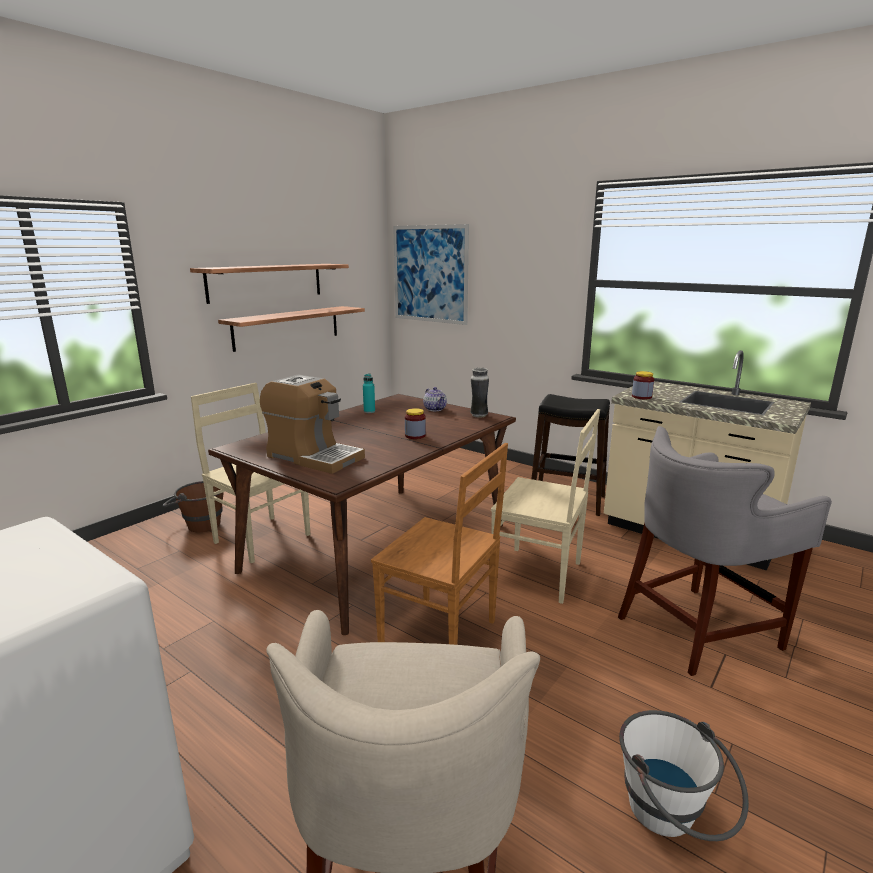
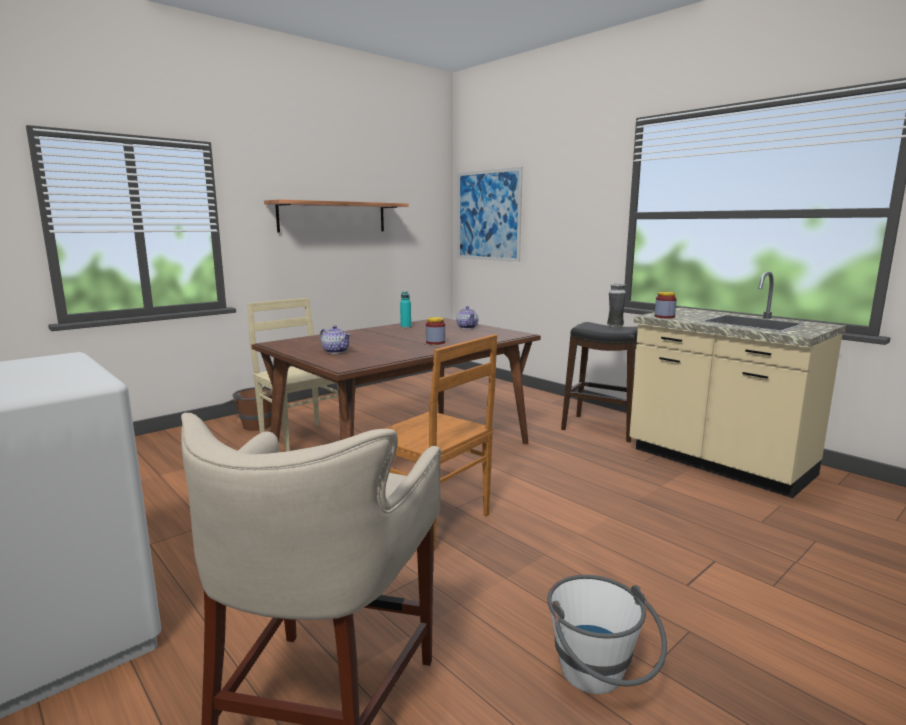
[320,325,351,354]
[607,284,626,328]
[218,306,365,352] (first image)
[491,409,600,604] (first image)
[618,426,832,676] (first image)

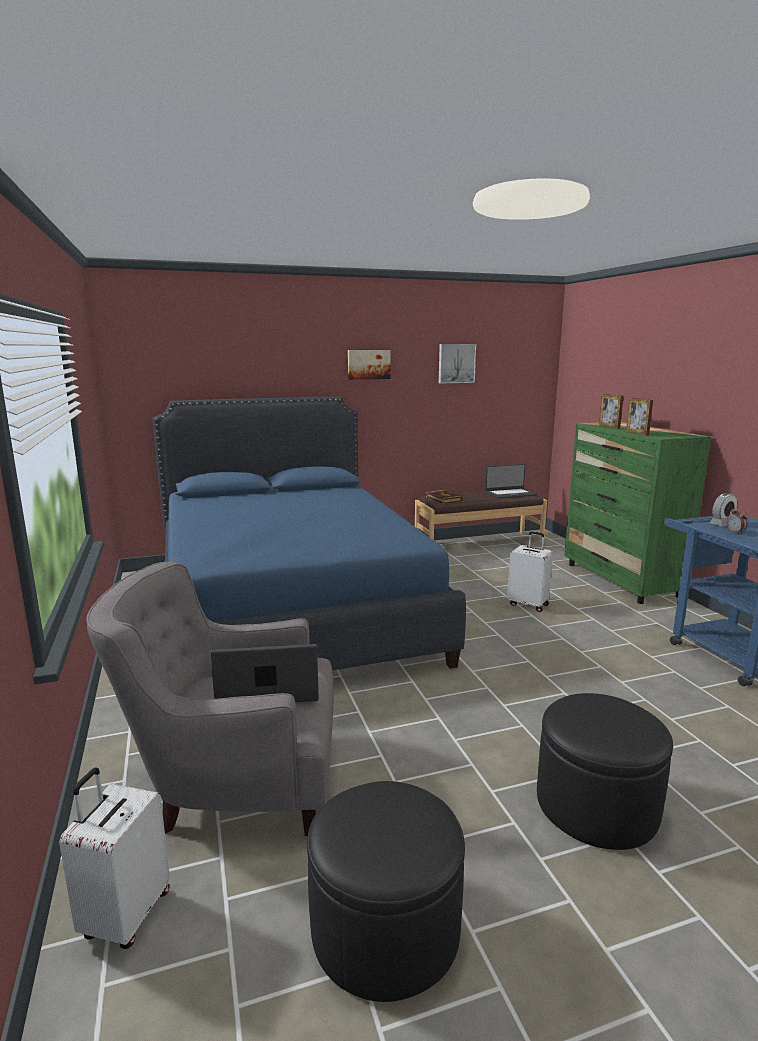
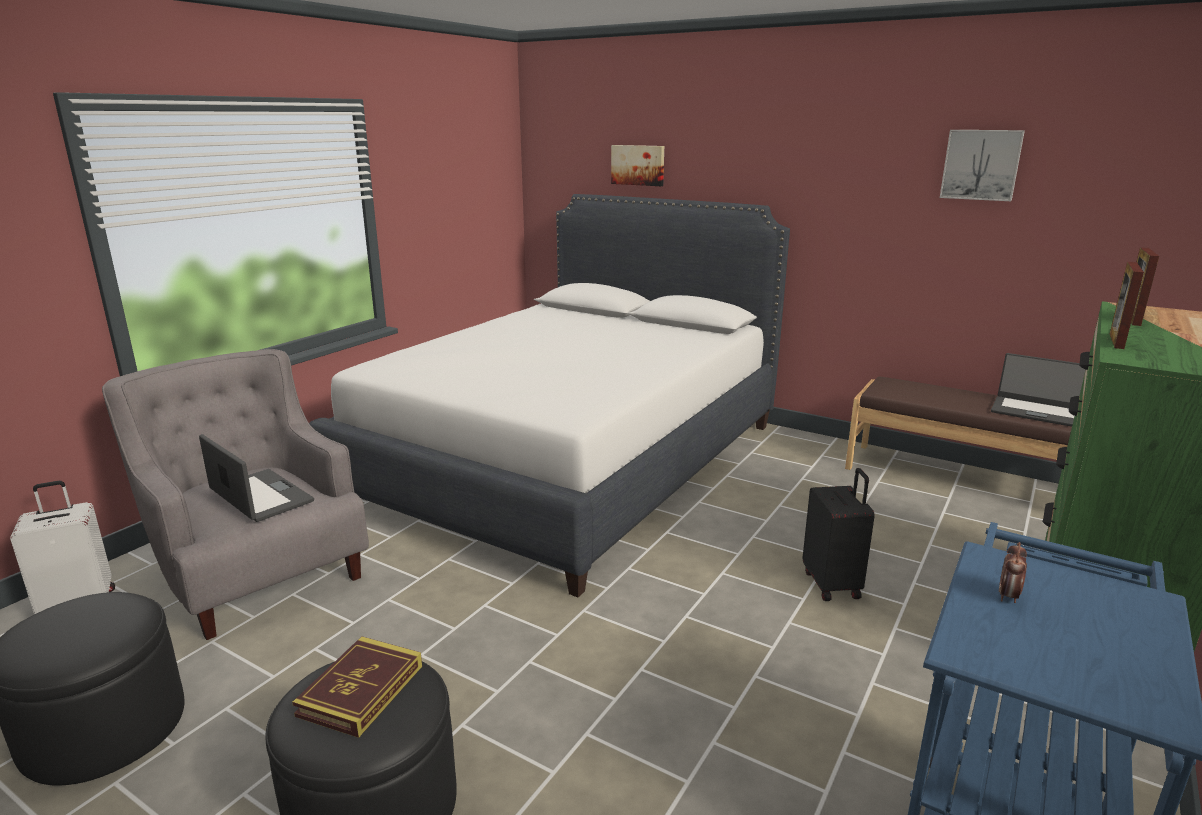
[292,636,422,738]
[309,194,790,597]
[611,145,664,186]
[803,468,875,601]
[710,493,737,526] (first image)

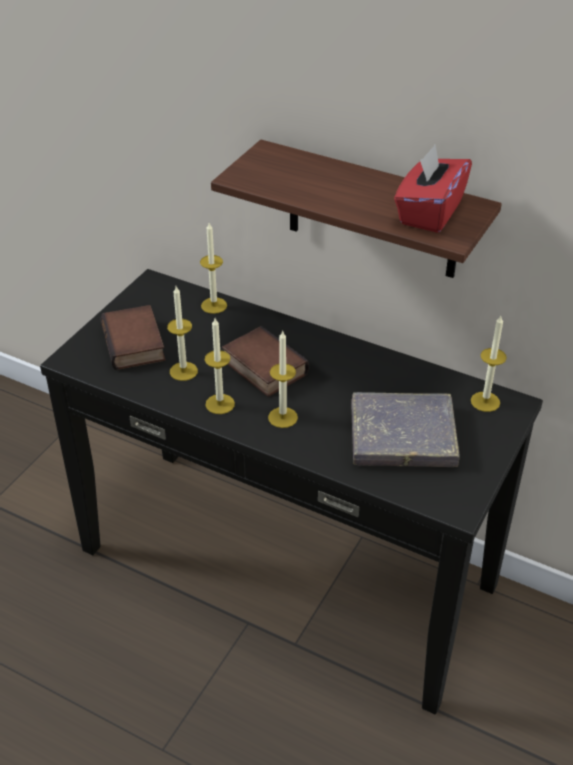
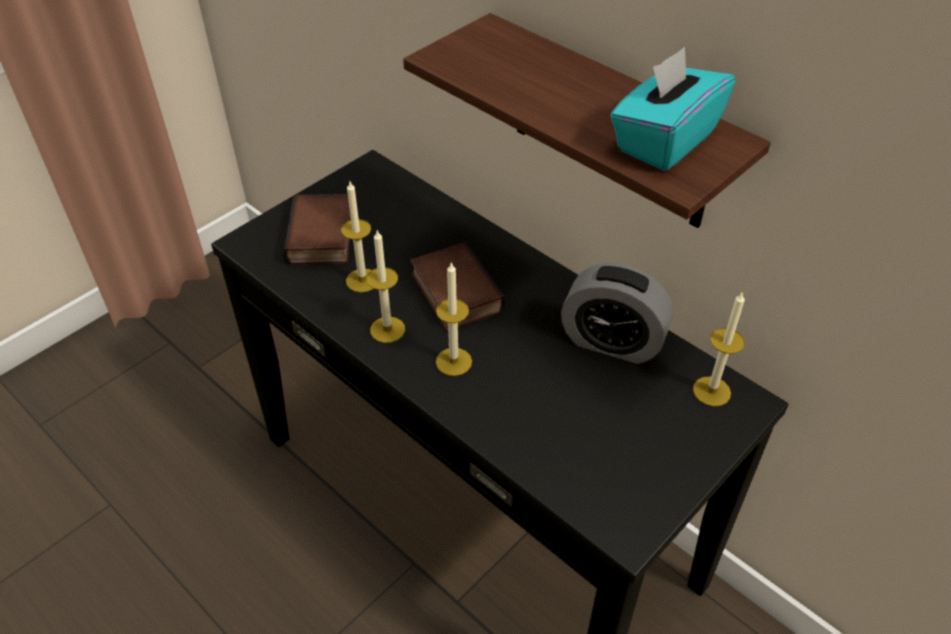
[561,263,673,364]
[610,47,735,171]
[200,223,227,314] (first image)
[351,392,460,467] (first image)

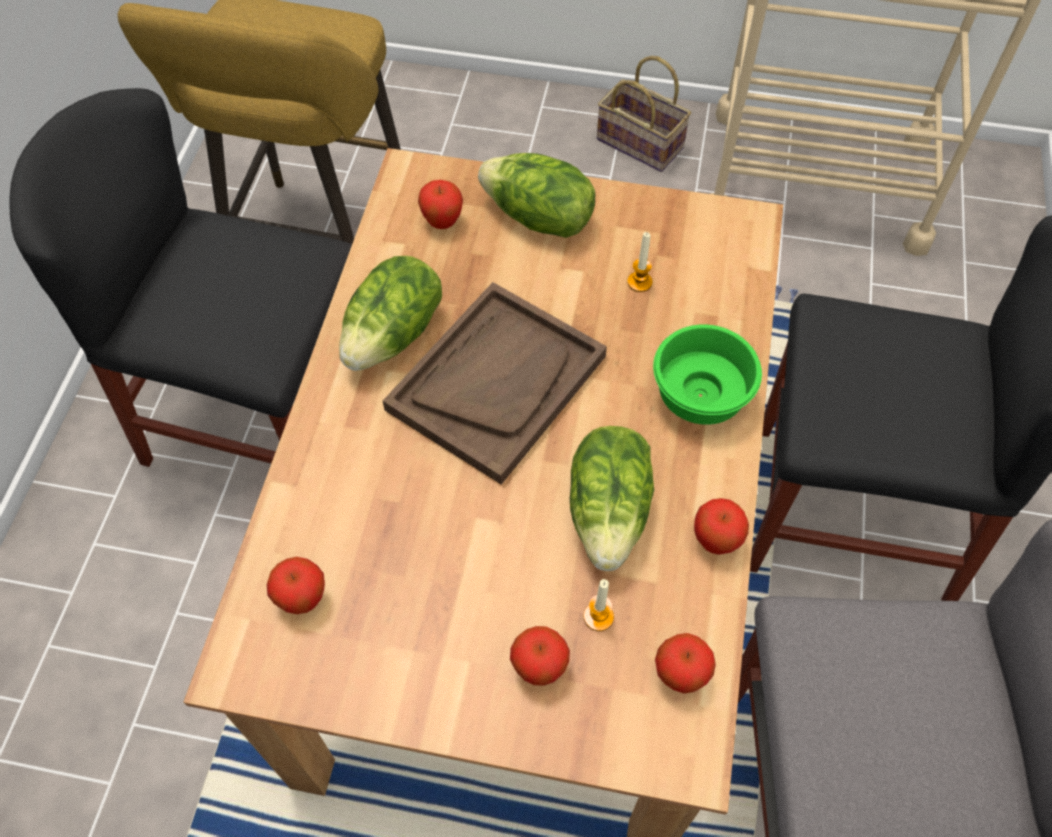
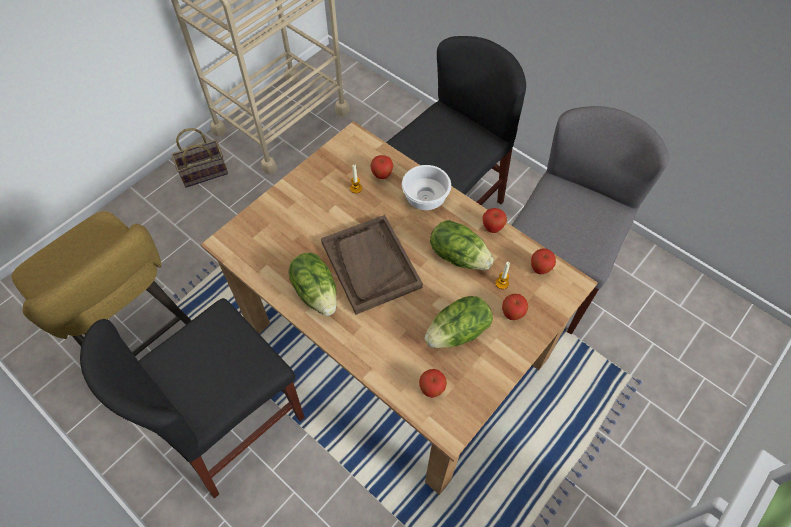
[371,155,393,179]
[402,165,451,210]
[424,296,493,348]

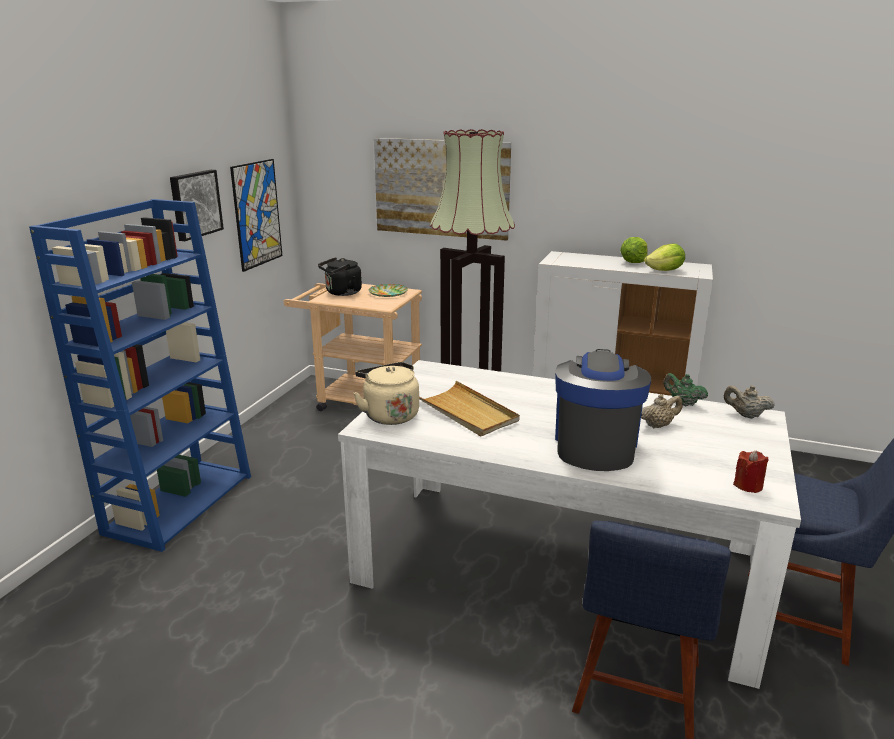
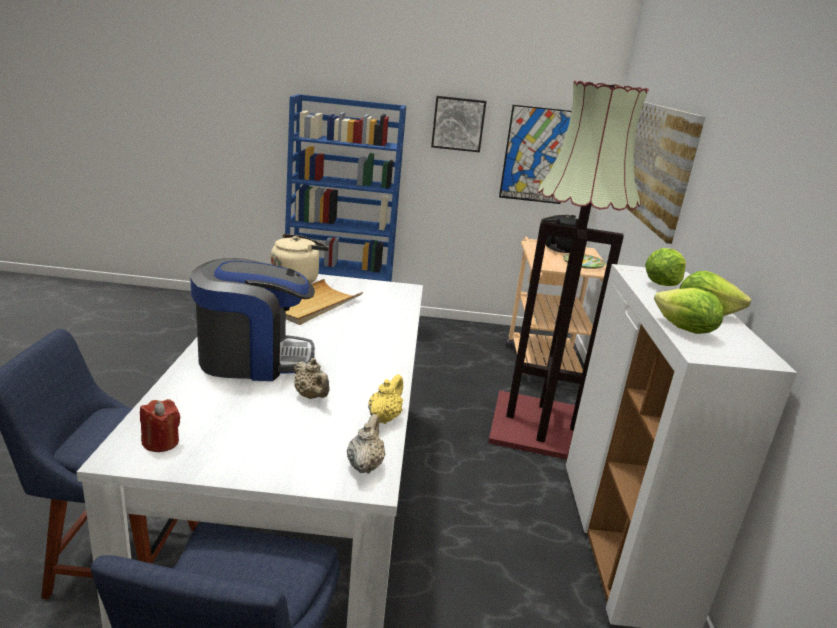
[368,374,403,424]
[645,248,686,286]

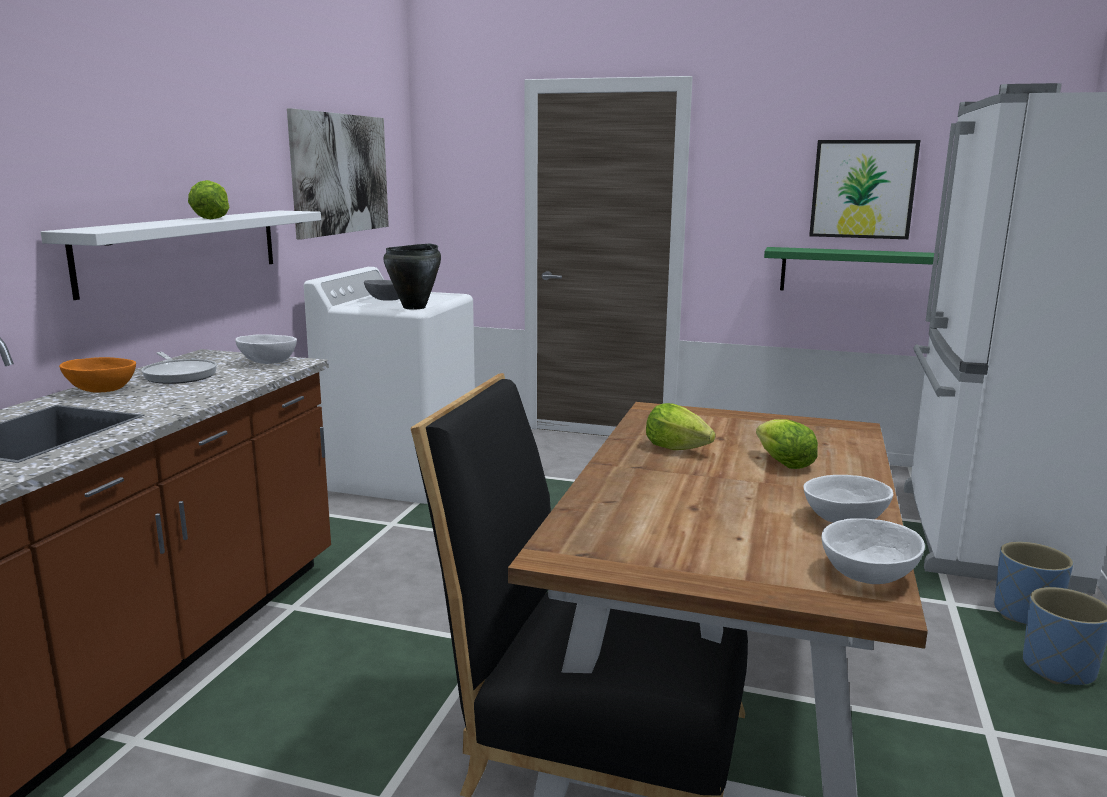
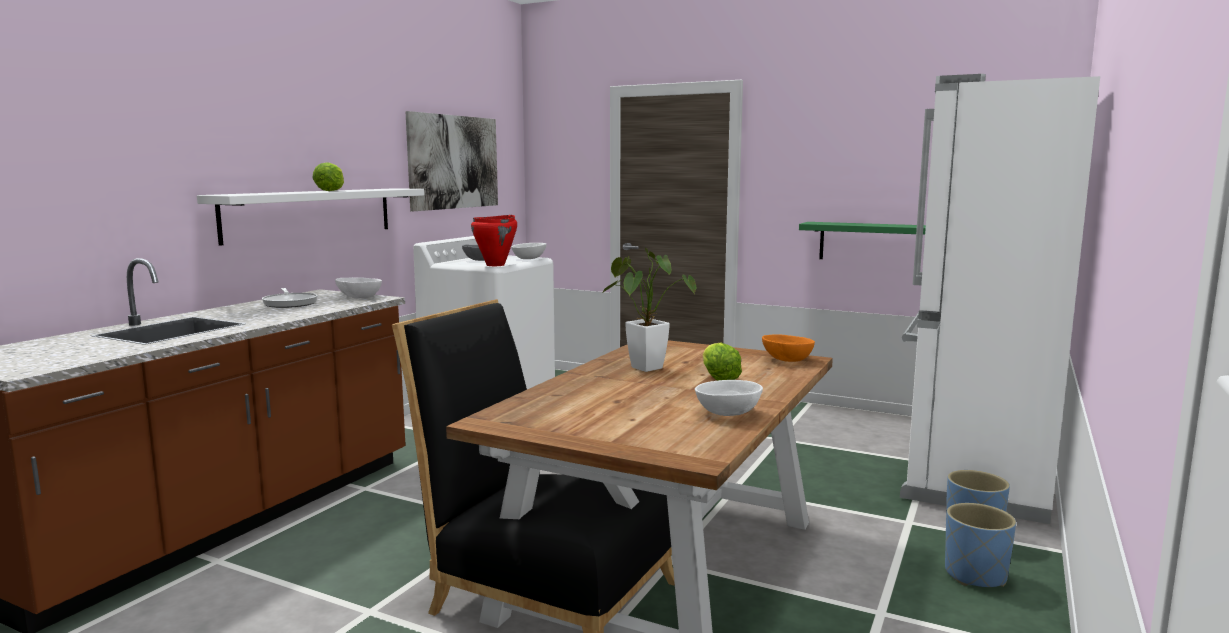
[471,215,517,266]
[511,243,547,259]
[603,248,696,372]
[762,334,815,362]
[809,140,920,239] (first image)

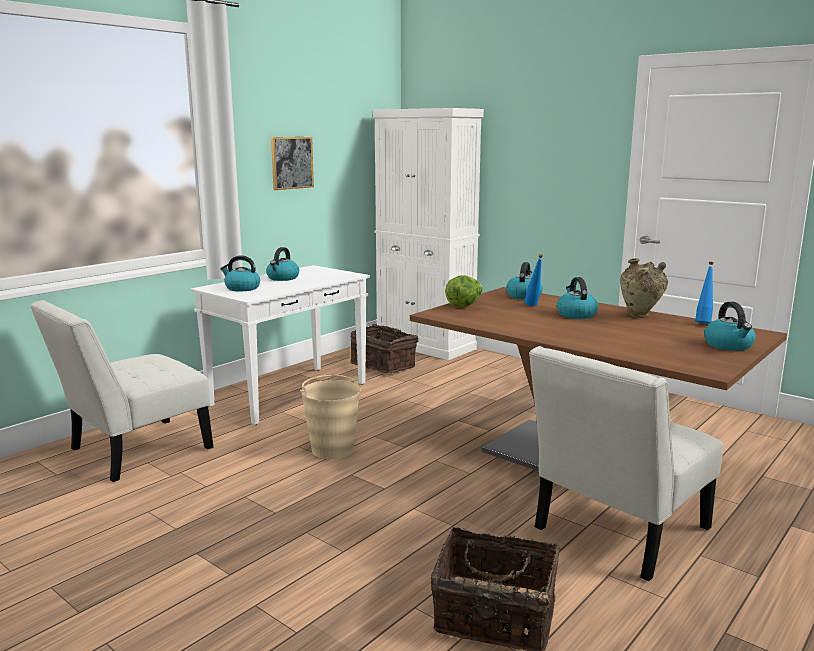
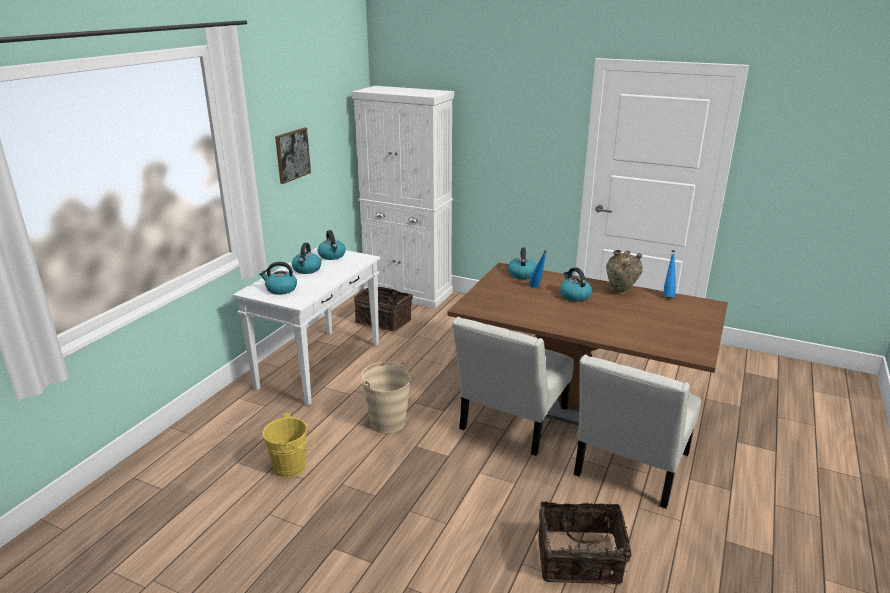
[263,413,316,478]
[318,230,346,260]
[452,317,574,456]
[445,276,482,307] (first image)

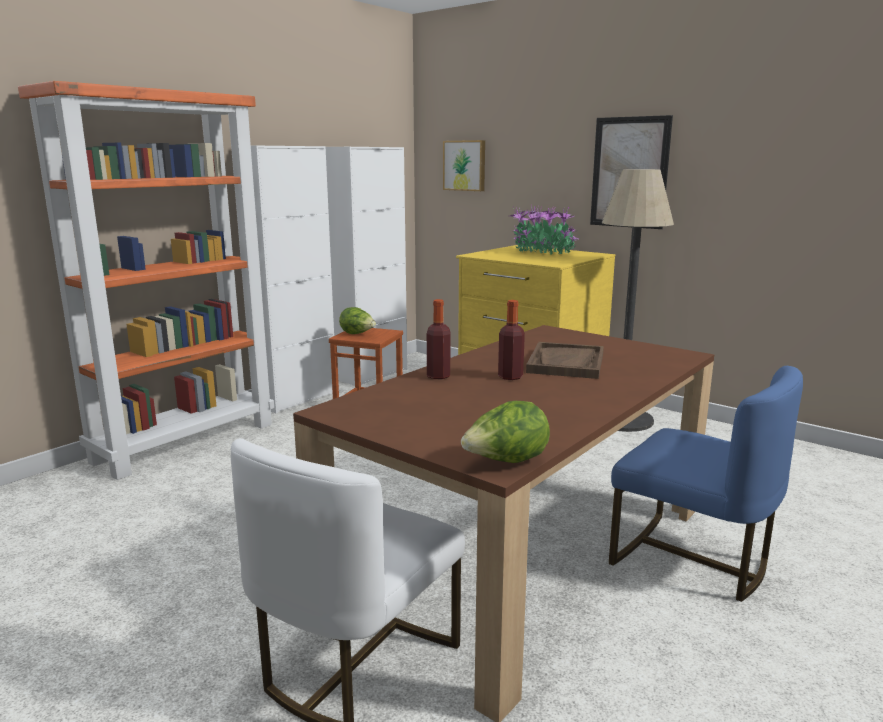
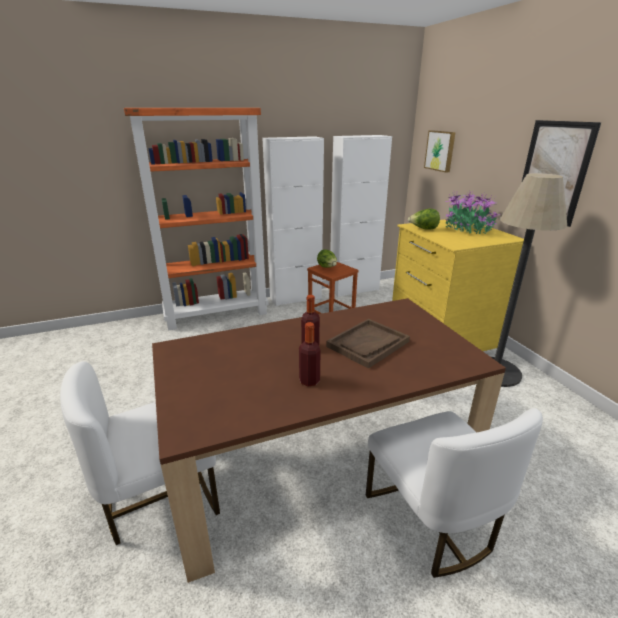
[299,322,321,386]
[366,408,543,578]
[408,209,440,230]

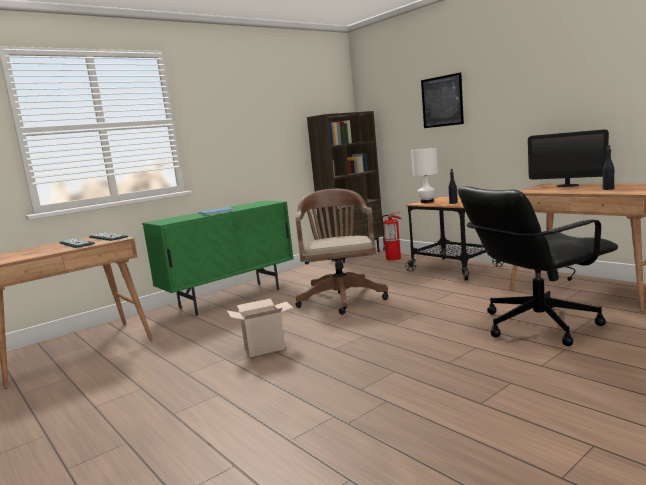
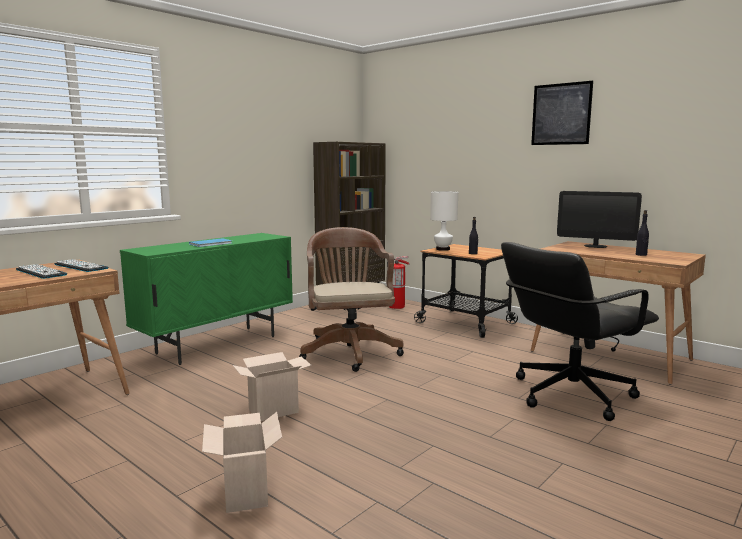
[202,412,282,513]
[531,81,593,145]

